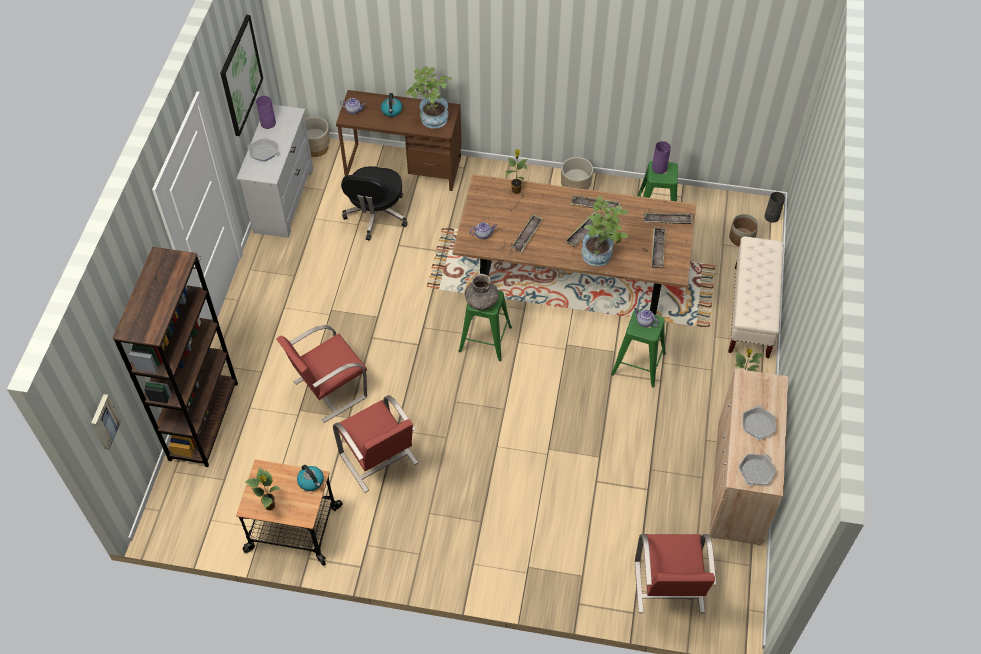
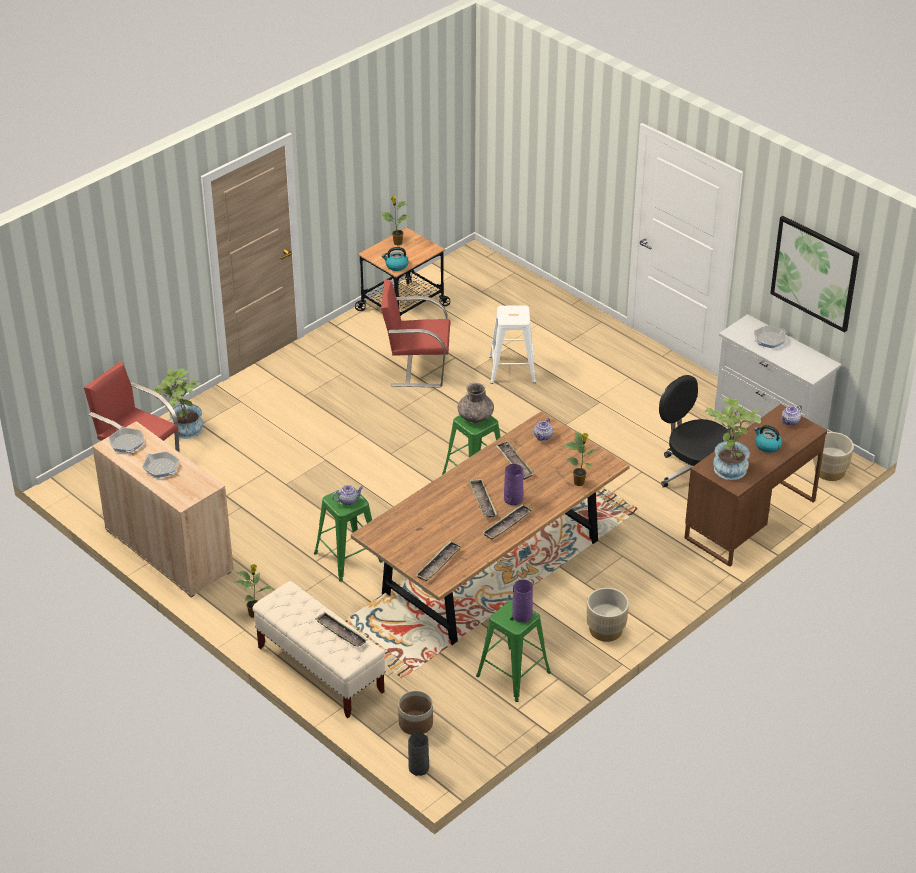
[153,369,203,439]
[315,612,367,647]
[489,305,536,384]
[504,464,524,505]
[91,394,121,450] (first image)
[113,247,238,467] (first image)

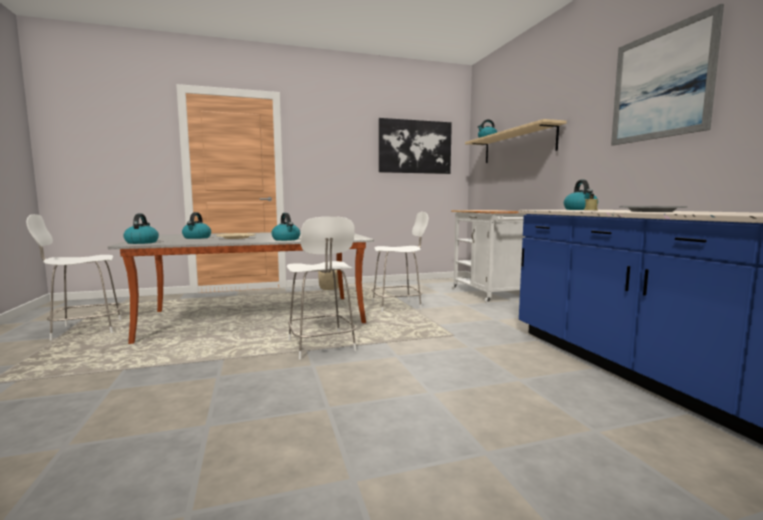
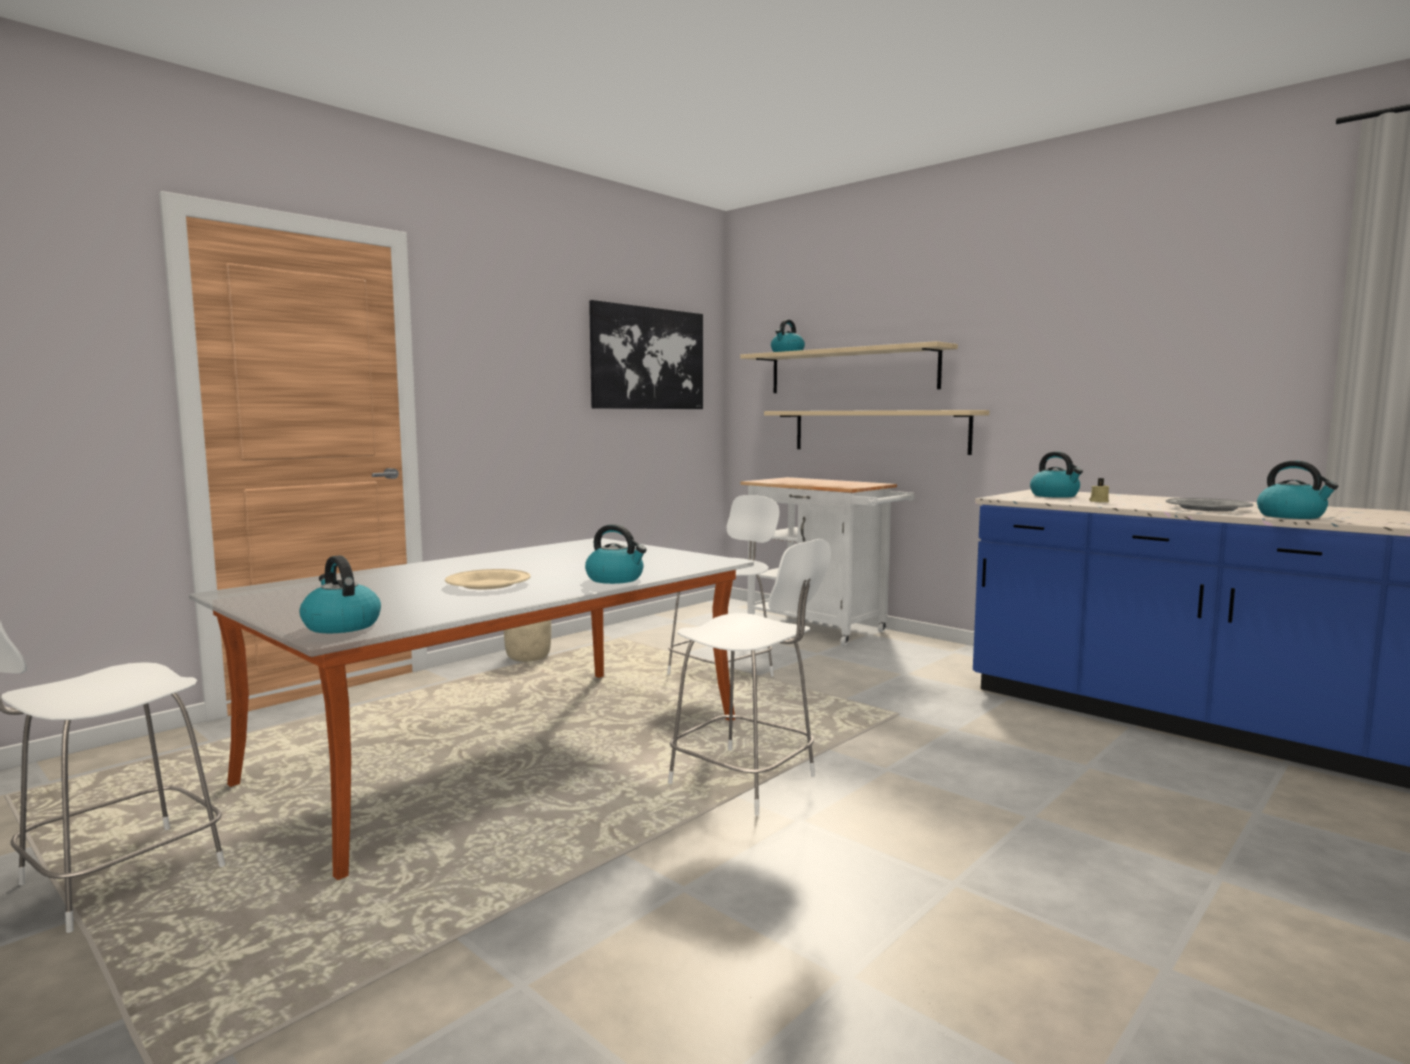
[764,410,989,455]
[1257,461,1338,519]
[611,4,724,146] (first image)

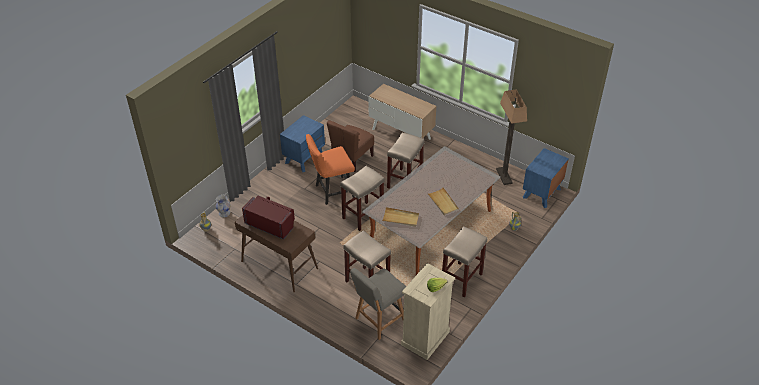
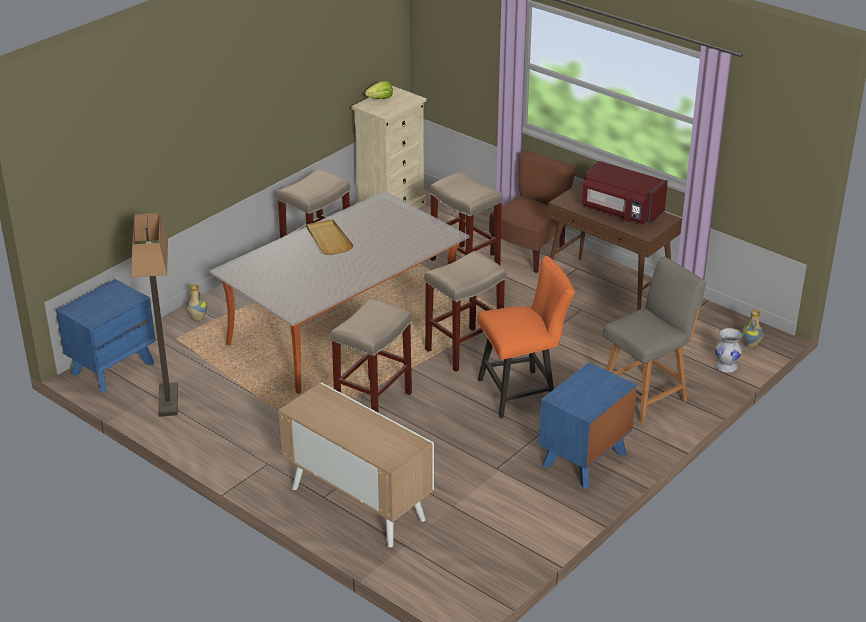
[489,151,576,273]
[603,257,706,423]
[382,207,419,227] (first image)

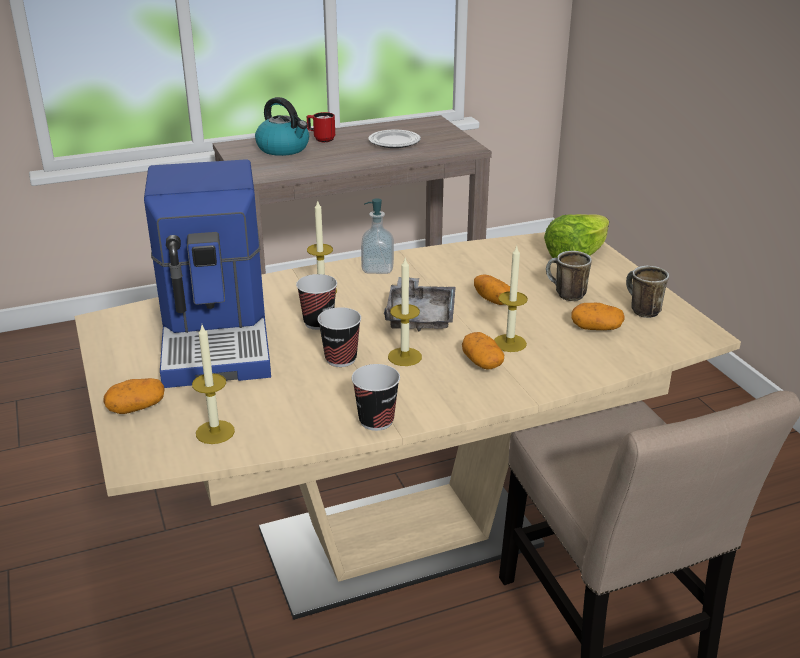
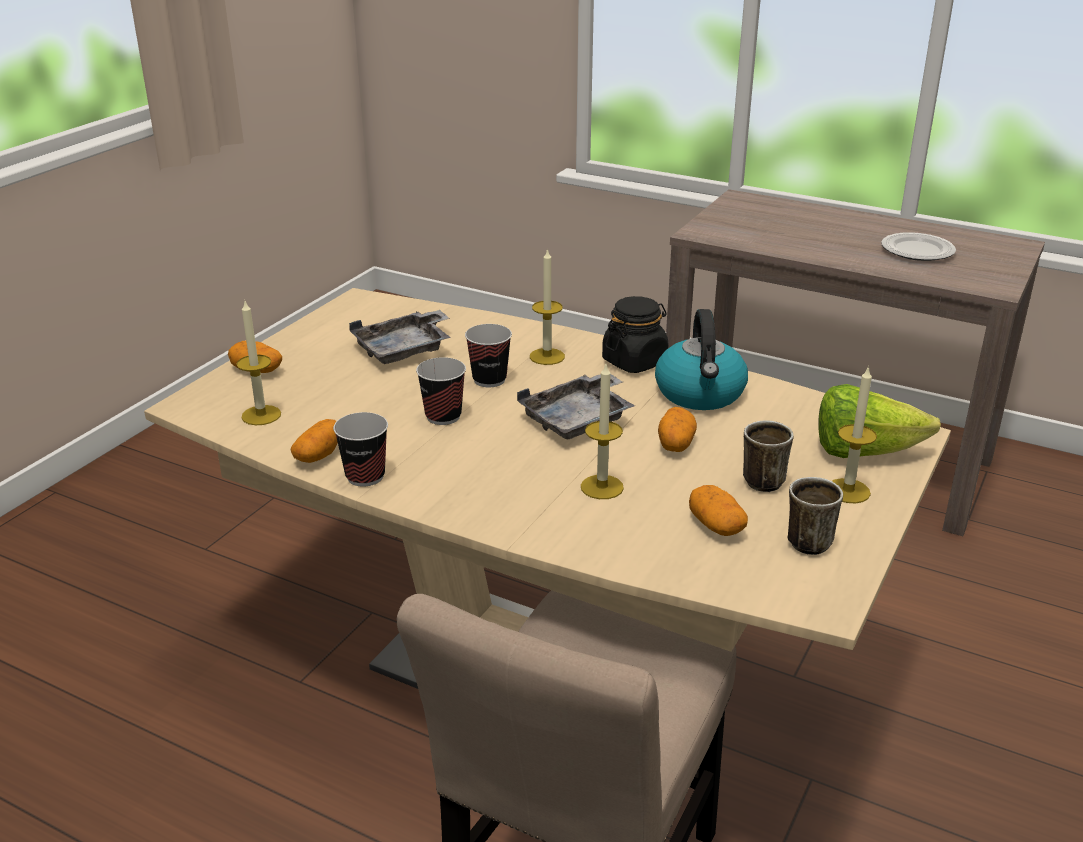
[291,419,338,463]
[349,310,451,364]
[602,296,669,373]
[655,309,748,410]
[832,366,877,503]
[307,112,335,142] (first image)

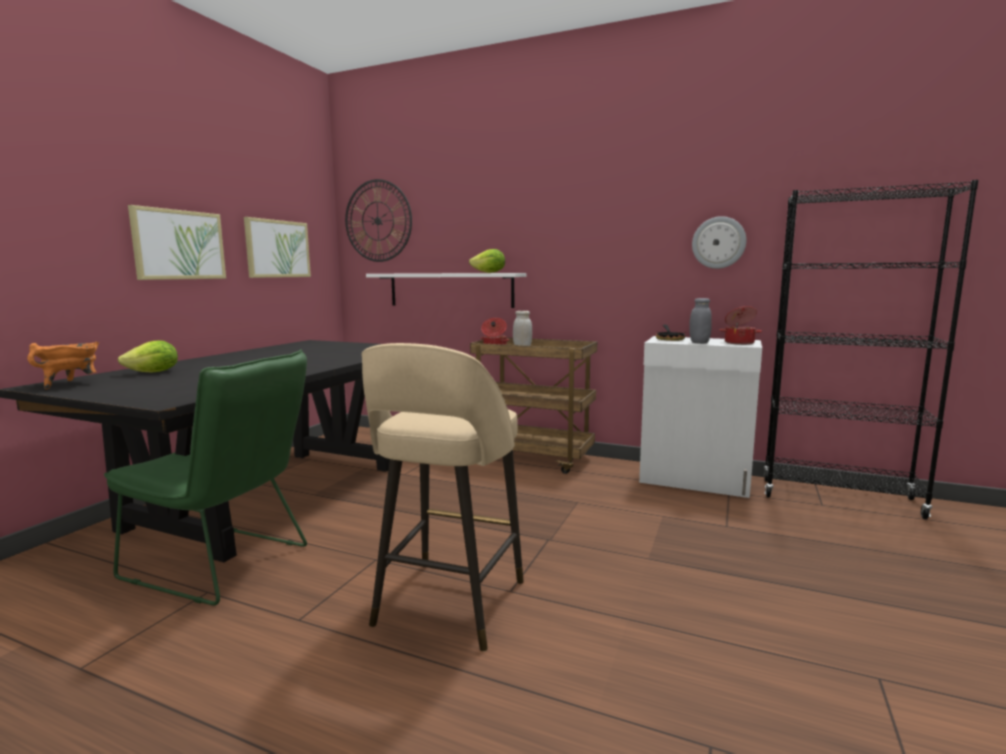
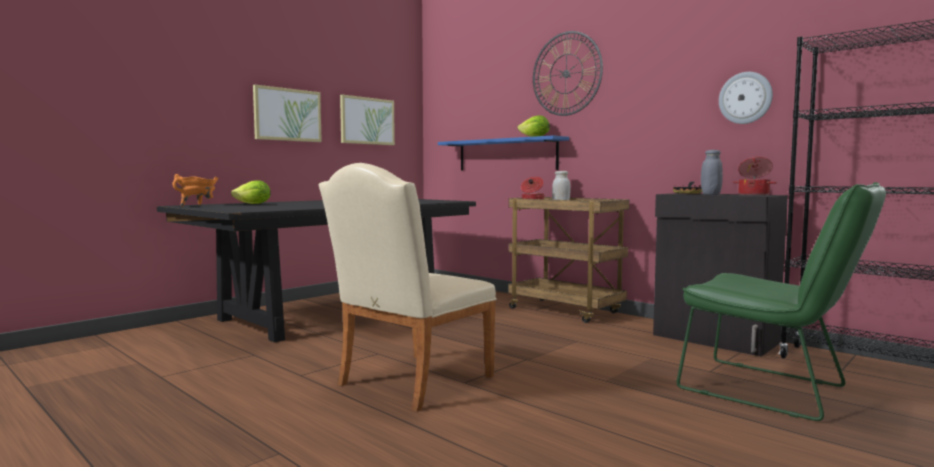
[319,163,497,412]
[438,135,569,171]
[533,31,603,116]
[653,193,788,356]
[677,182,886,421]

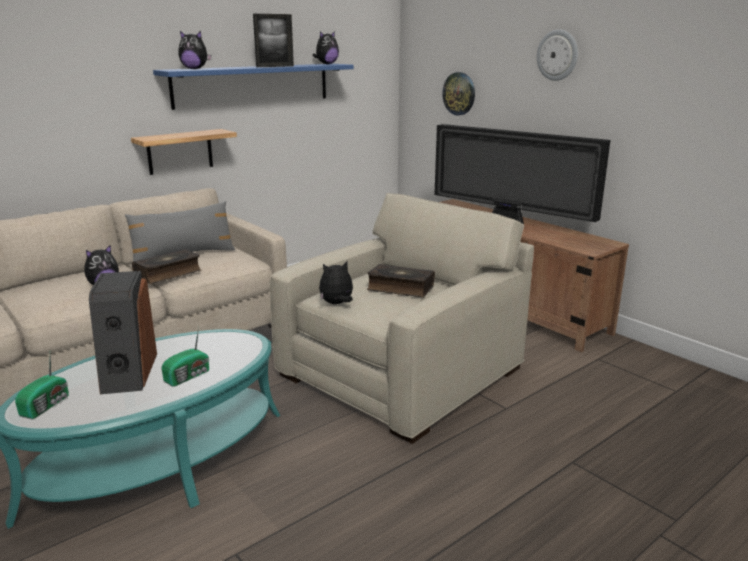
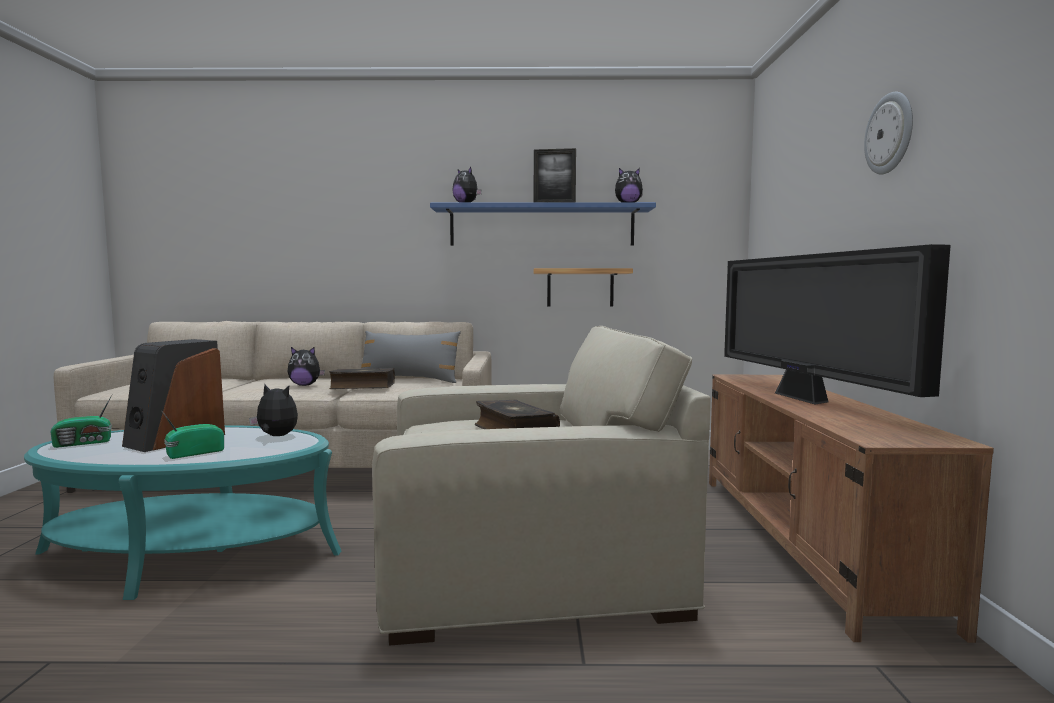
[161,410,224,459]
[249,384,298,436]
[534,268,633,307]
[442,72,475,115] (first image)

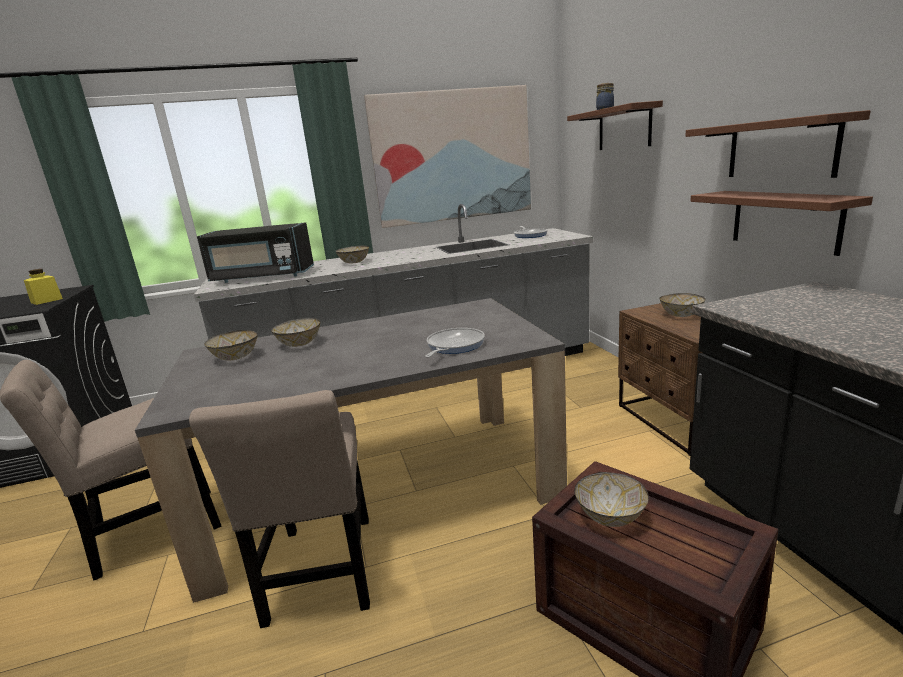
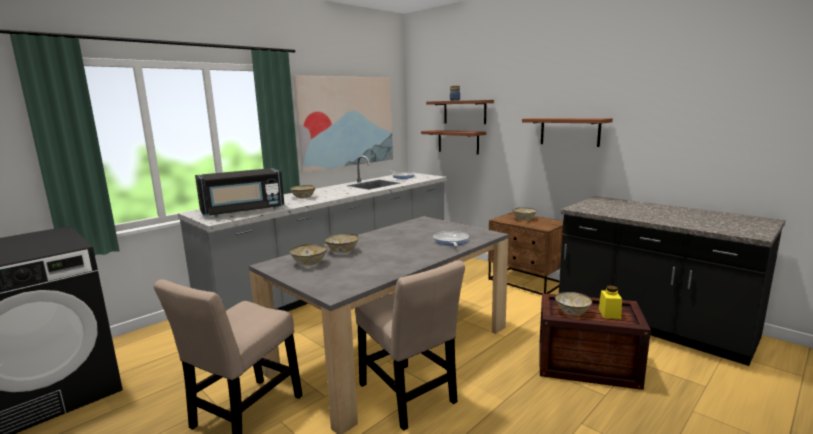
[421,130,486,155]
[599,285,622,319]

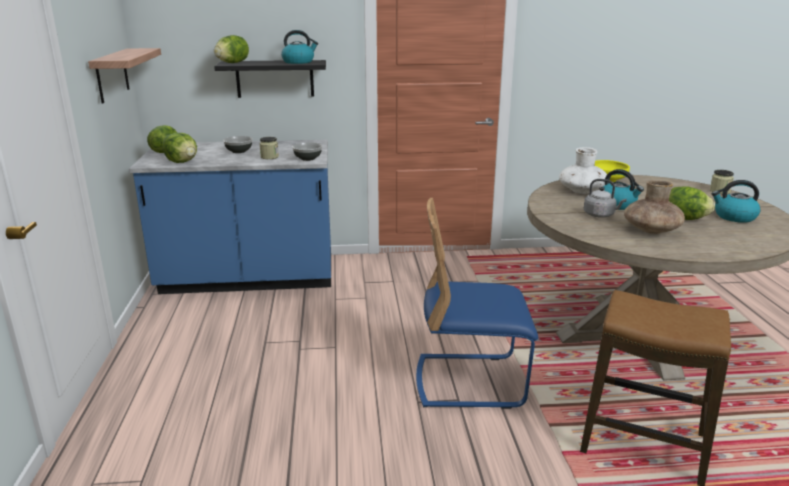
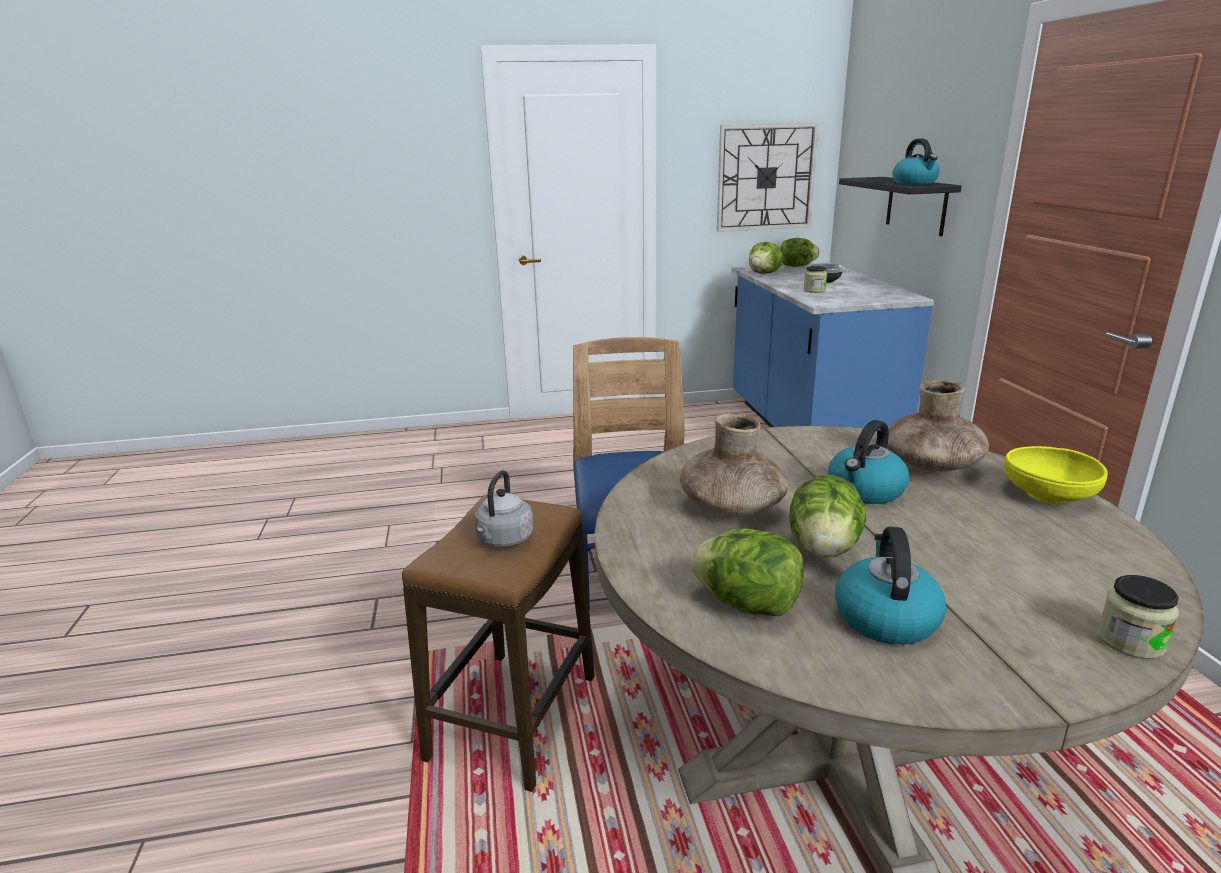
[475,470,534,548]
[691,528,804,616]
[717,123,819,232]
[887,379,989,473]
[292,142,322,161] (first image)

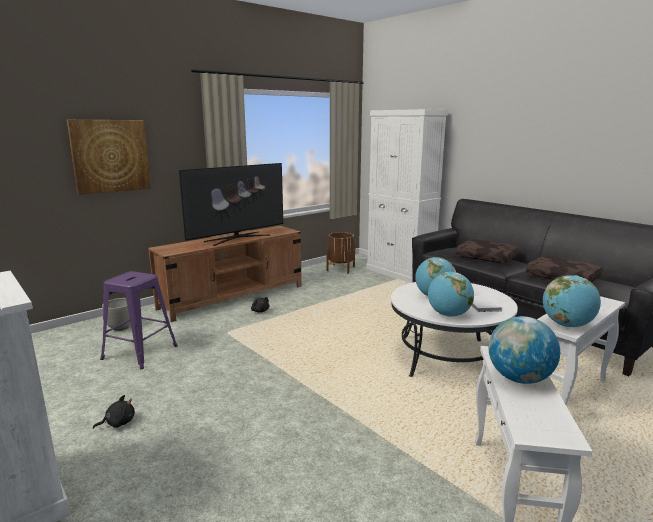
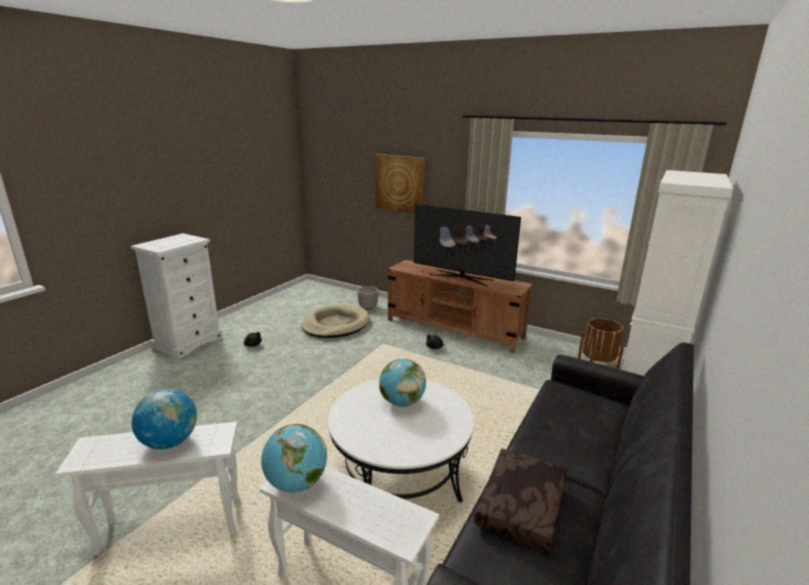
[301,304,370,338]
[428,272,474,317] (first image)
[456,239,519,263] (first image)
[471,296,502,312] (first image)

